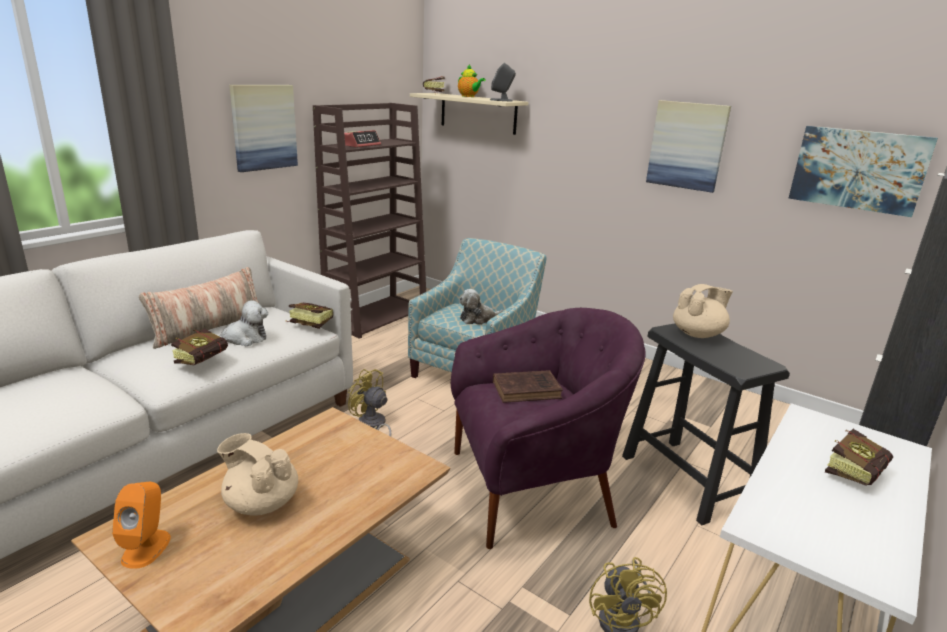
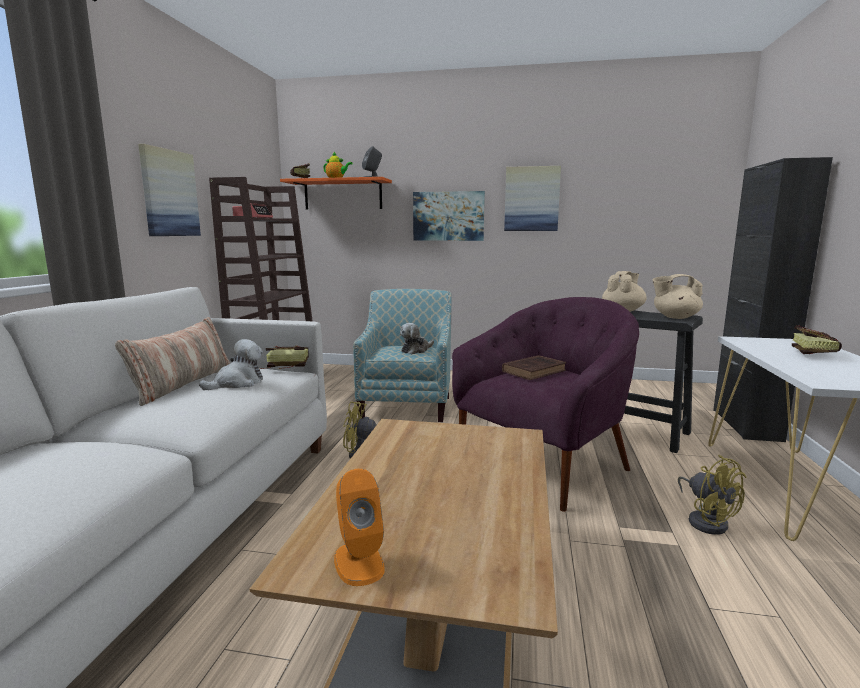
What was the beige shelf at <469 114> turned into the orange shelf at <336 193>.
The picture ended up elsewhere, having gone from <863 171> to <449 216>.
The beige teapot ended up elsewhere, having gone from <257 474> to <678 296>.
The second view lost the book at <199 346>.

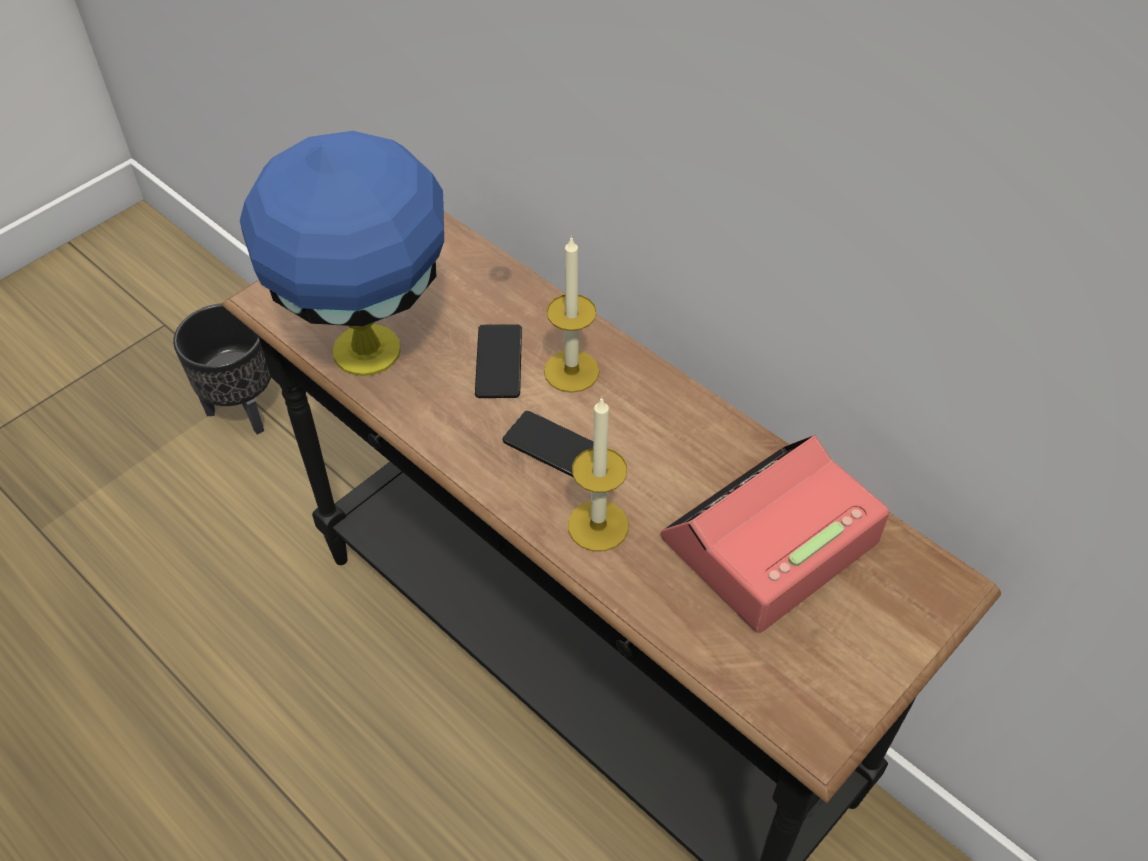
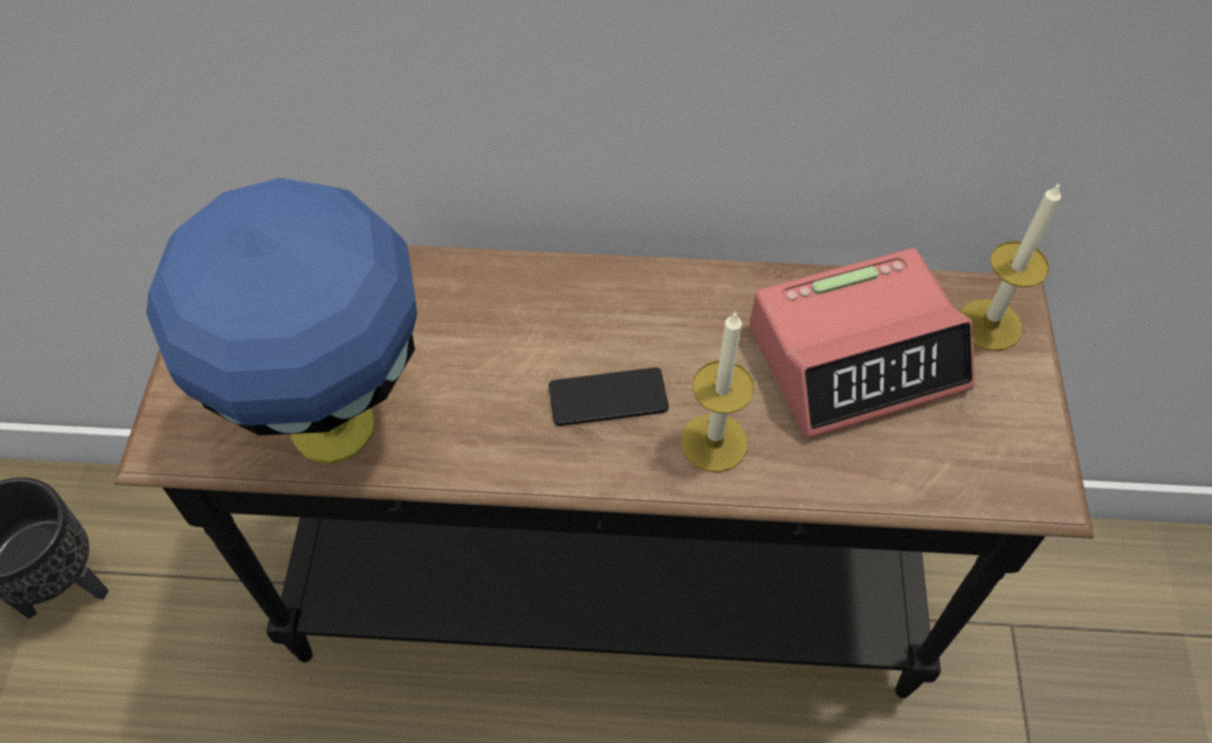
The alarm clock at <774 534> ended up facing another way, 120 degrees counterclockwise from before.
The candle ended up elsewhere, having gone from <572 314> to <1010 266>.
The second view lost the phone at <498 361>.

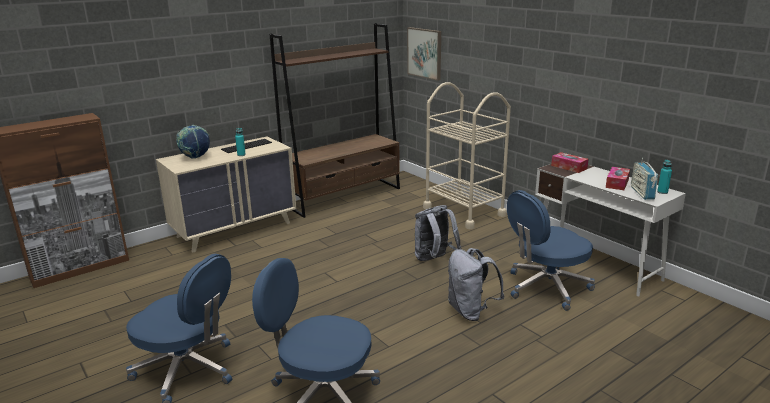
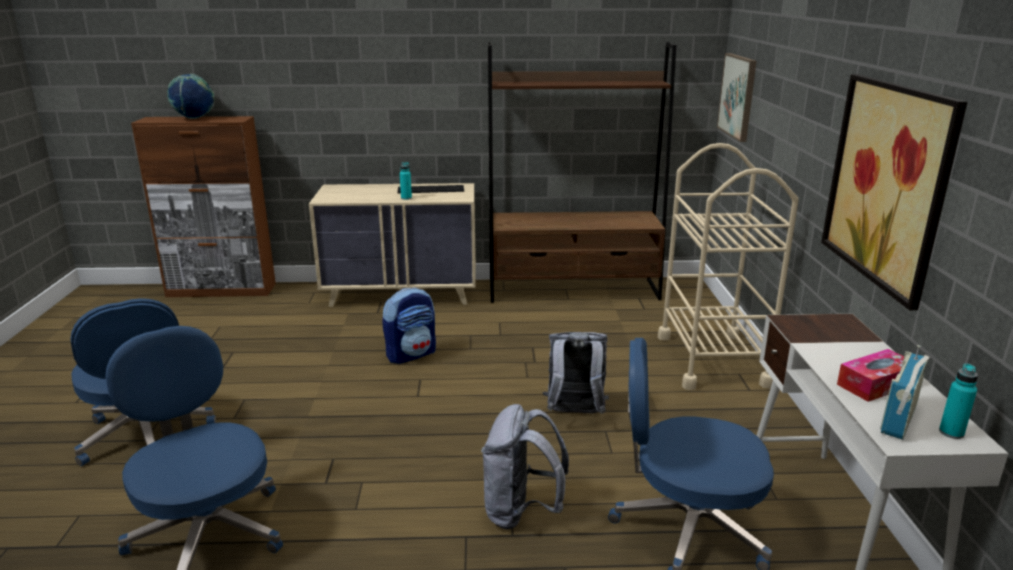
The globe ended up elsewhere, having gone from <193 142> to <191 96>.
The second view gained the backpack at <409 325>.
The second view gained the picture at <894 192>.
The second view lost the tissue box at <570 162>.

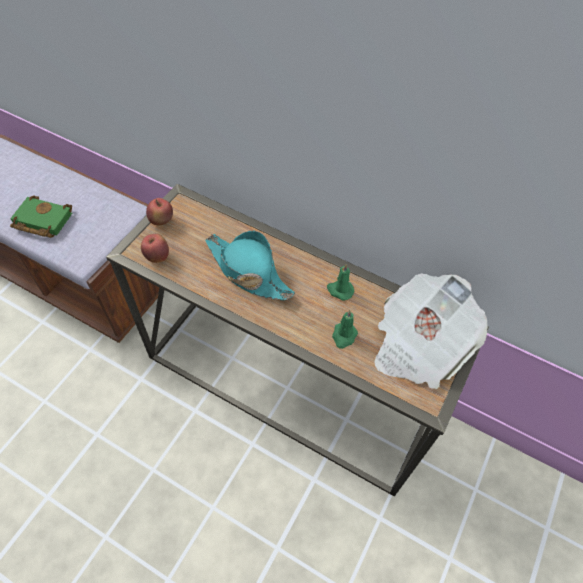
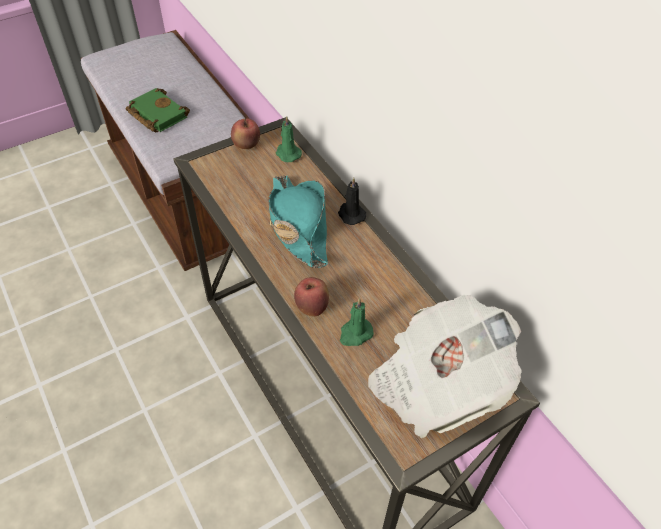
The green candle ended up elsewhere, having gone from <340 282> to <289 139>.
The apple ended up elsewhere, having gone from <155 248> to <311 296>.
The second view gained the black candle at <352 201>.

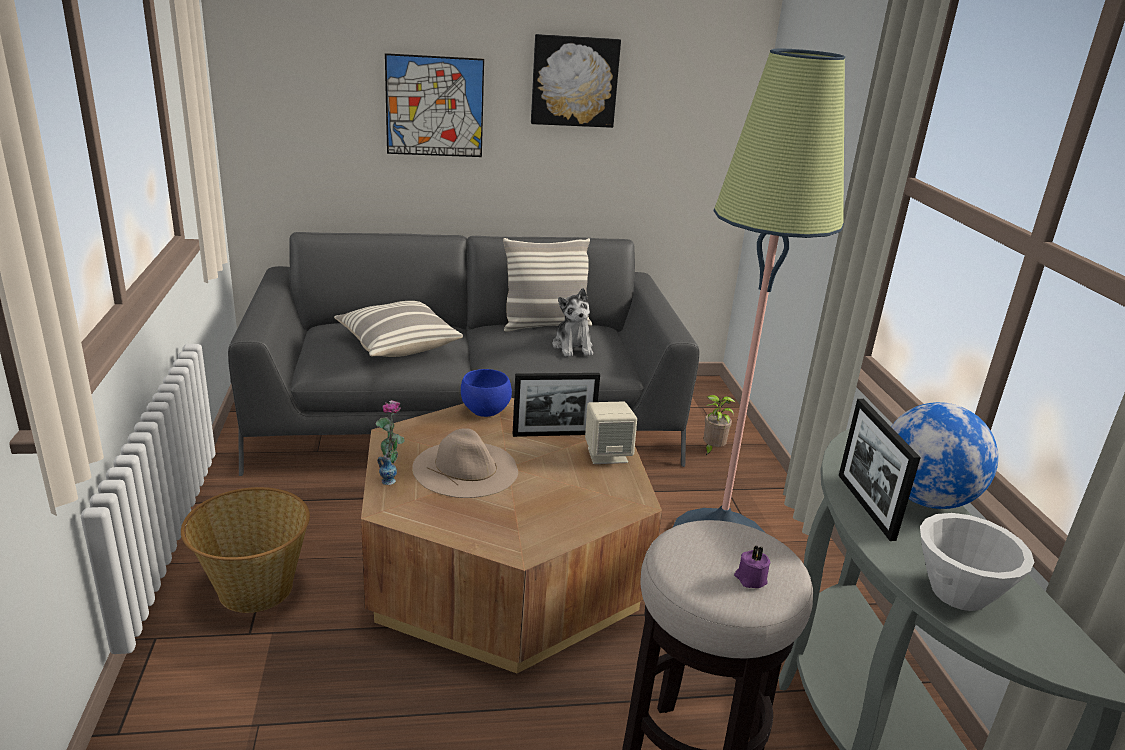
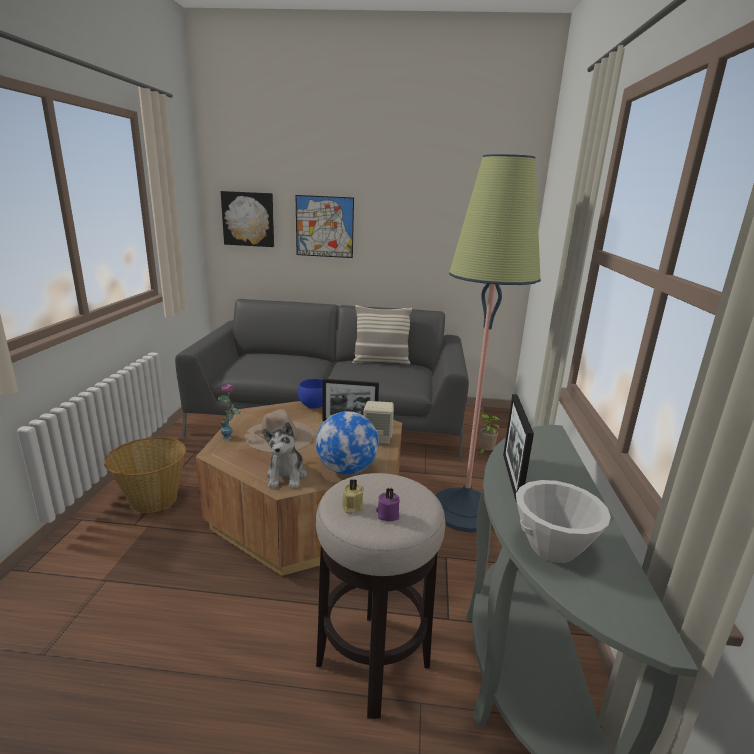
The picture ended up elsewhere, having gone from <576 81> to <247 219>.
The plush toy ended up elsewhere, having gone from <573 322> to <285 455>.
The globe ended up elsewhere, having gone from <944 455> to <347 443>.
The second view gained the beige candle at <353 496>.
The second view lost the pillow at <398 329>.

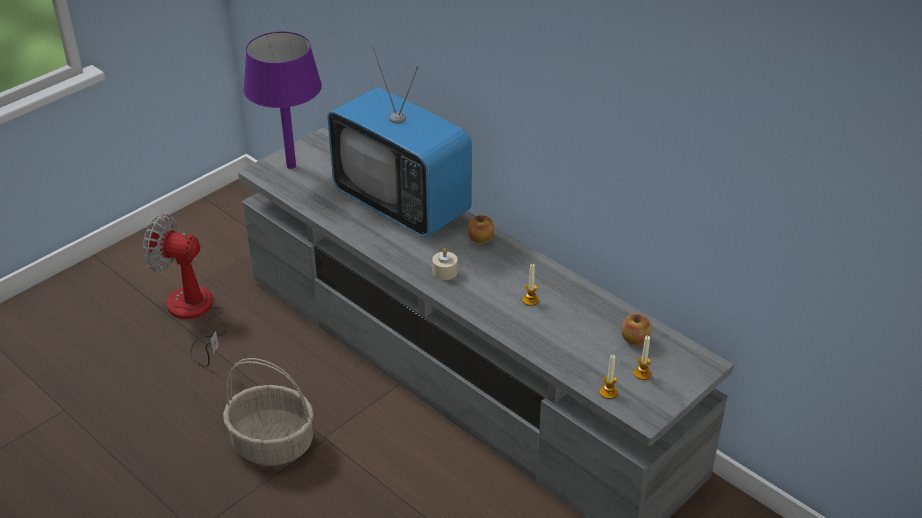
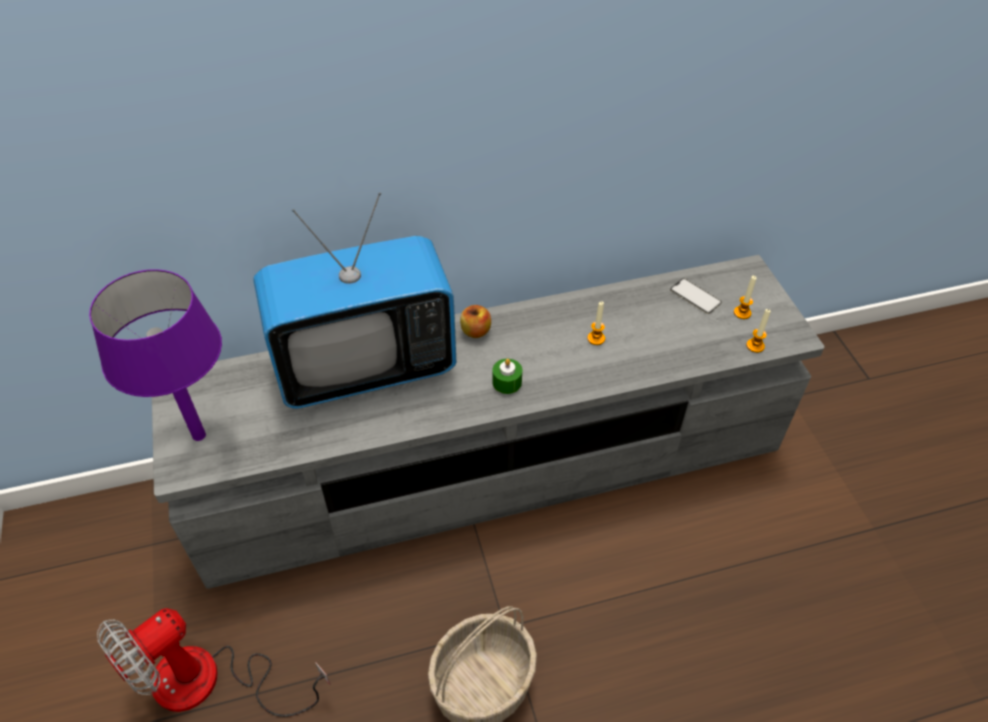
What was the beige candle at <445 264> turned into the green candle at <507 376>.
Where the apple stood at <636 330>, the phone came to stand at <696 296>.

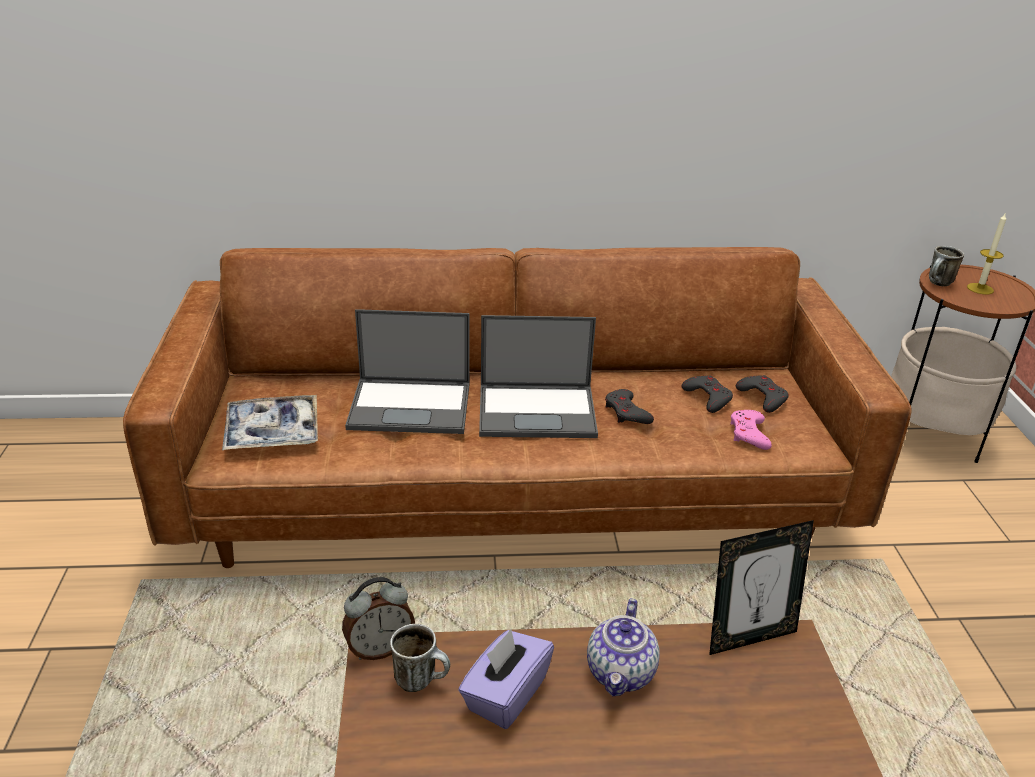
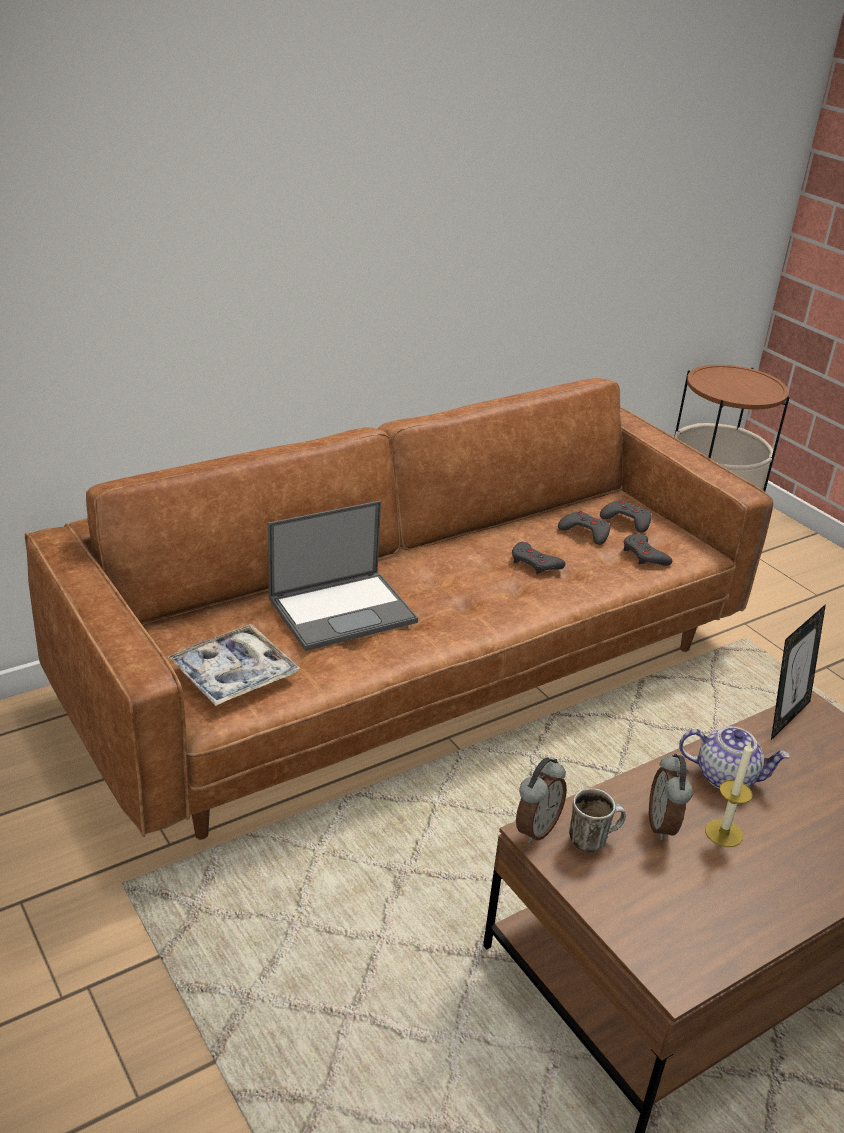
What was the pink game controller at <751 430> turned into the grey game controller at <648 549>.
Where the purple tissue box stood at <506 679>, the alarm clock came to stand at <671 797>.
The teapot at <623 647> ended up facing another way, 60 degrees counterclockwise from before.
The candle ended up elsewhere, having gone from <986 253> to <729 794>.
The second view lost the laptop at <538 376>.
The second view lost the mug at <946 266>.

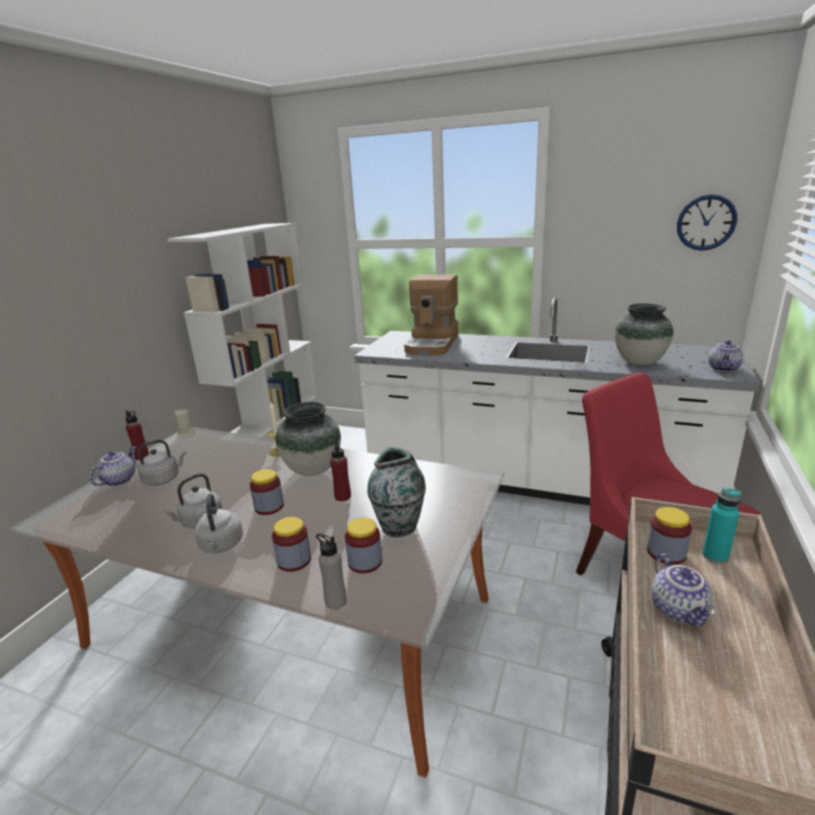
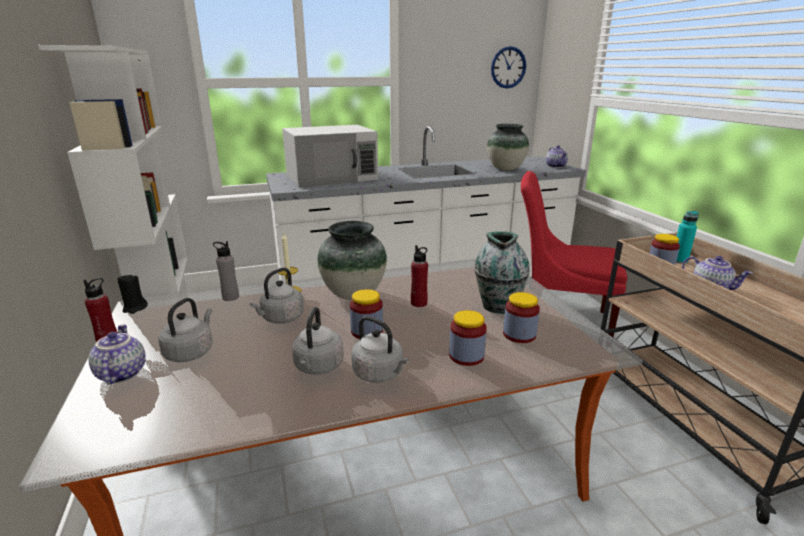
What was the beige candle at <184 424> turned into the black candle at <132 294>.
The grey bottle ended up elsewhere, having gone from <331 571> to <226 271>.
The second view gained the grey kettle at <277 296>.
Where the coffee machine stood at <431 315>, the white microwave came to stand at <330 156>.

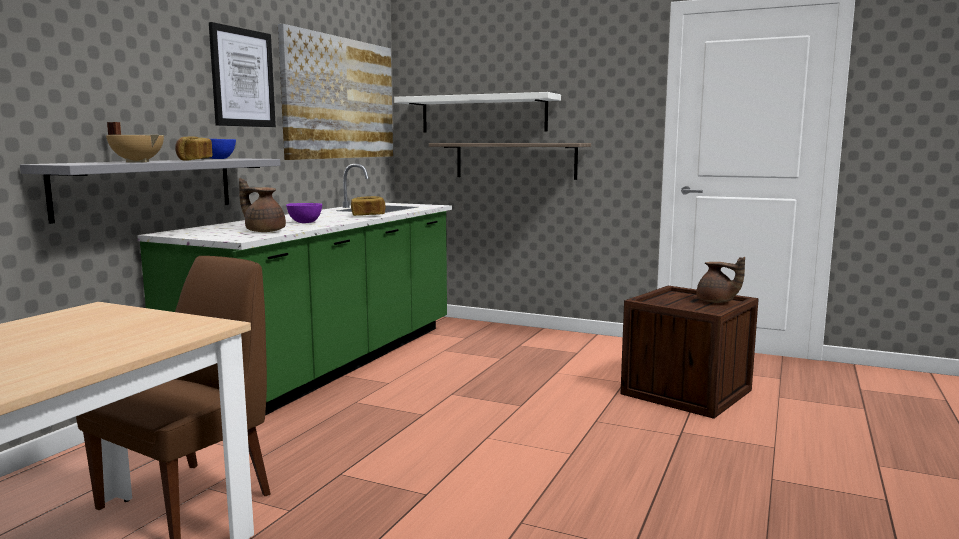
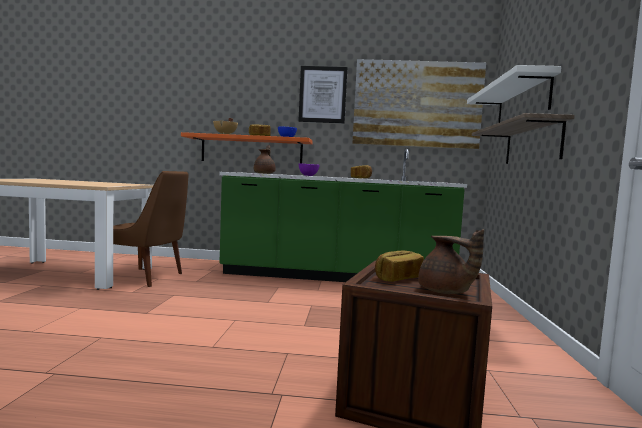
What was the grey shelf at <150 191> turned into the orange shelf at <247 148>.
The second view gained the bread at <399 266>.
The brown teapot at <720 280> ended up facing another way, 60 degrees counterclockwise from before.

